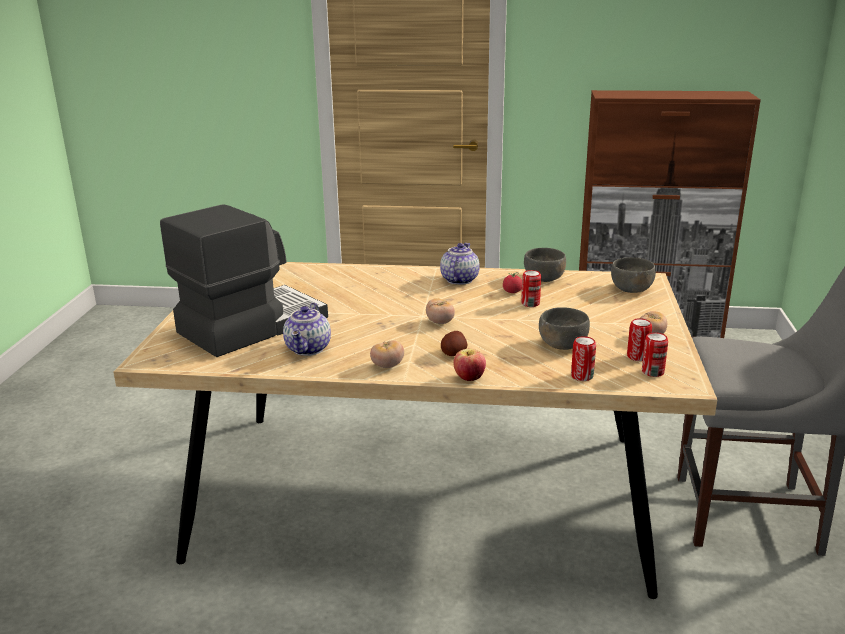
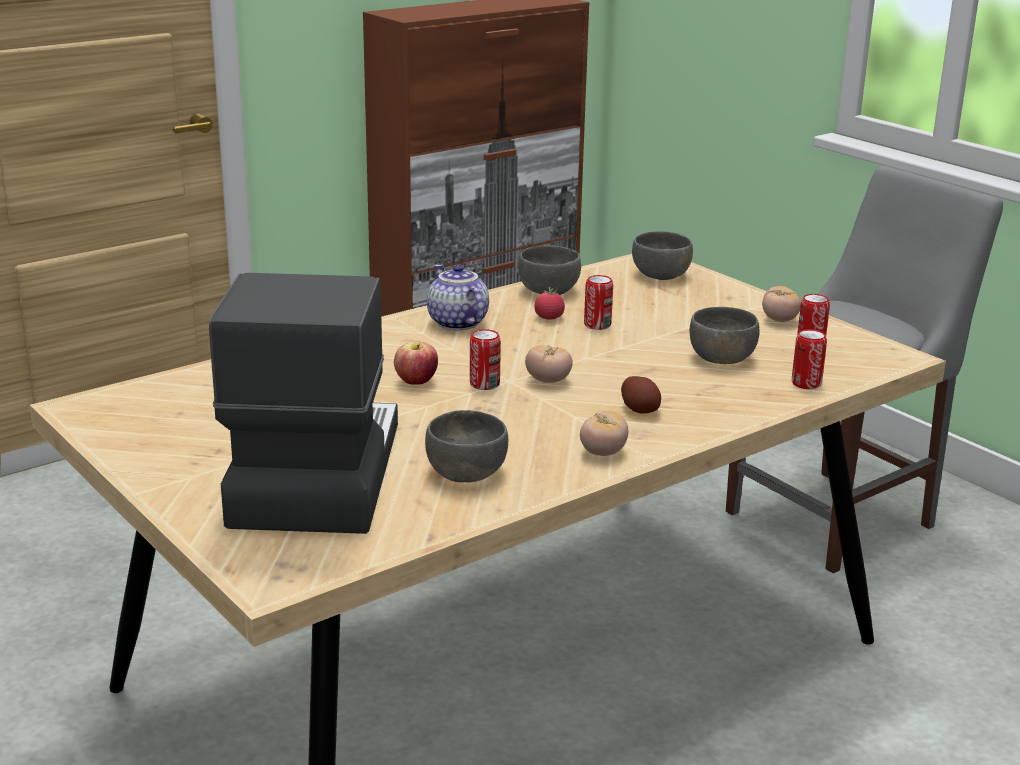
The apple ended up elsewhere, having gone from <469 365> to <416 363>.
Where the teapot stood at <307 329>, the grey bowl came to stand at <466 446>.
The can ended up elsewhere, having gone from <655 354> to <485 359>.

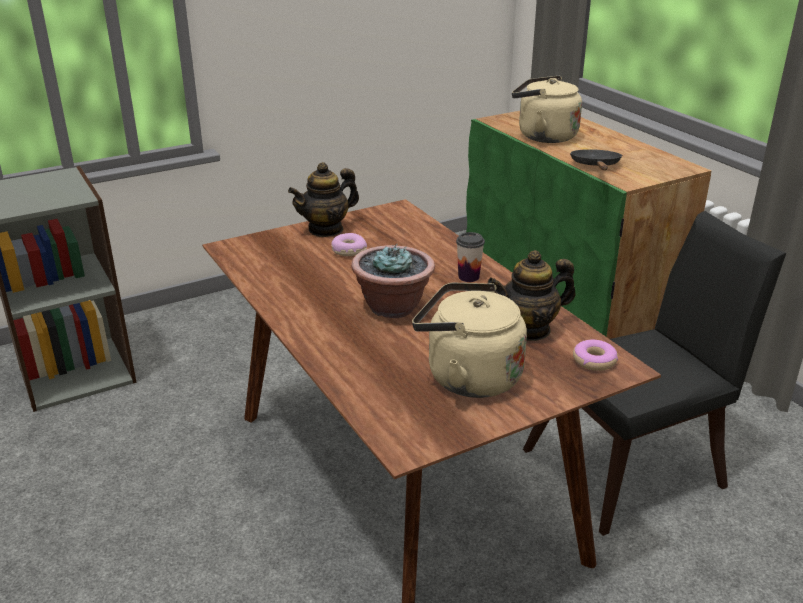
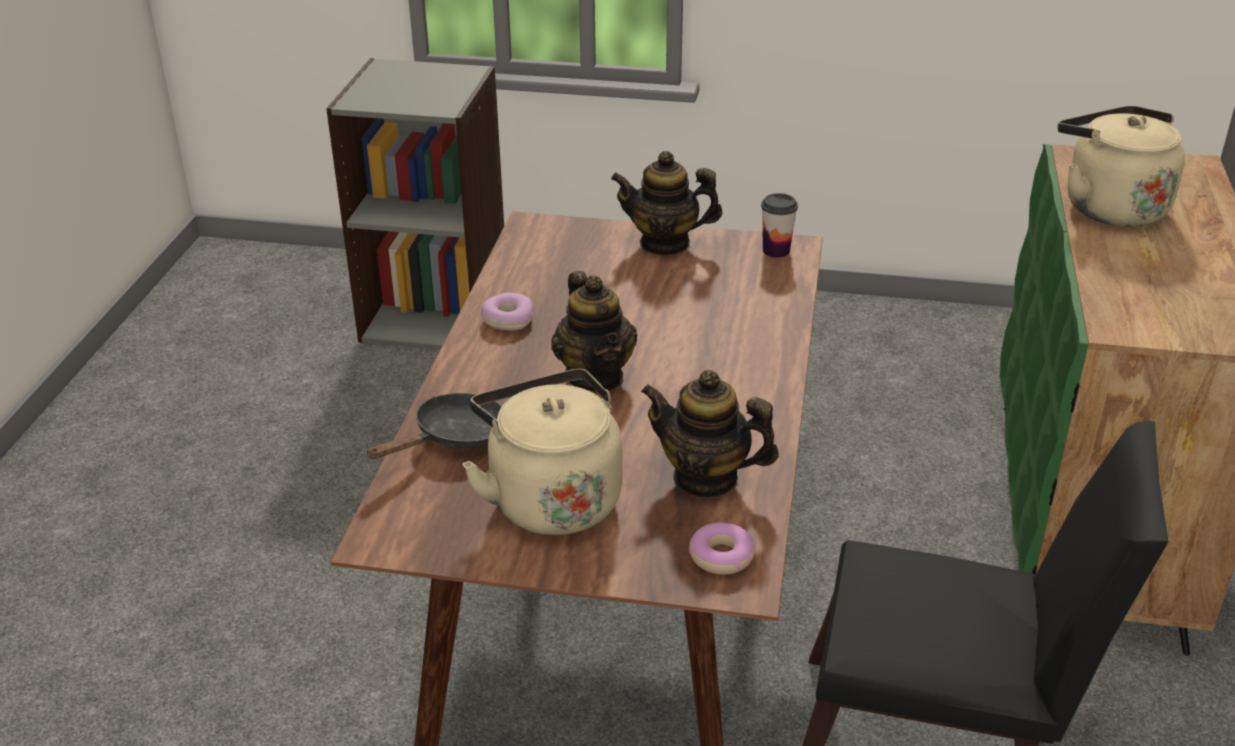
The black frying pan ended up elsewhere, having gone from <596 159> to <433 426>.
The donut ended up elsewhere, having gone from <349 244> to <507 312>.
Where the potted plant stood at <393 281>, the teapot came to stand at <594 331>.
The cup ended up elsewhere, having gone from <470 257> to <779 225>.

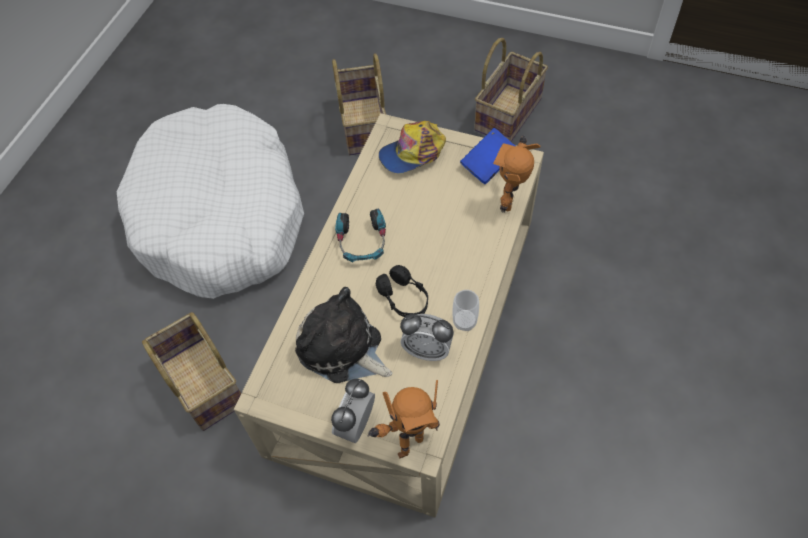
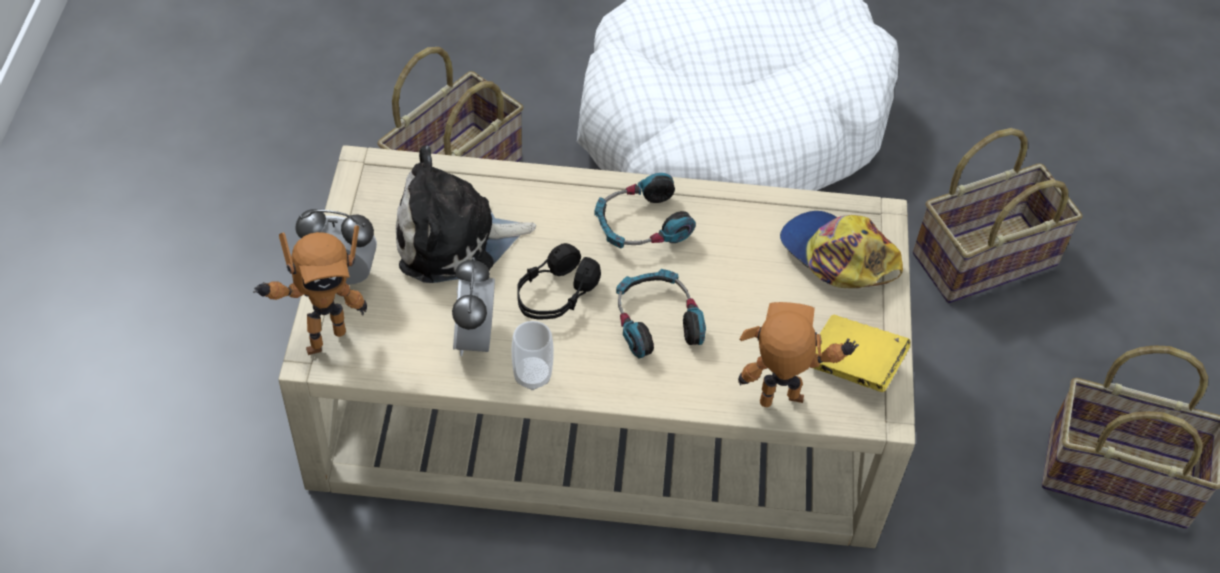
The toy robot at <403 419> ended up facing another way, 75 degrees counterclockwise from before.
The plush toy at <343 335> ended up facing another way, 120 degrees counterclockwise from before.
The second view gained the headphones at <661 314>.
What was the blue book at <487 156> turned into the yellow book at <861 353>.

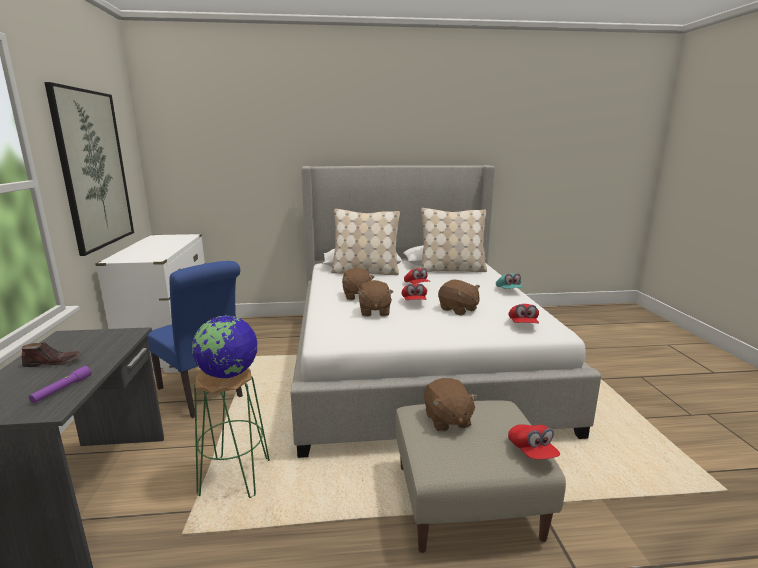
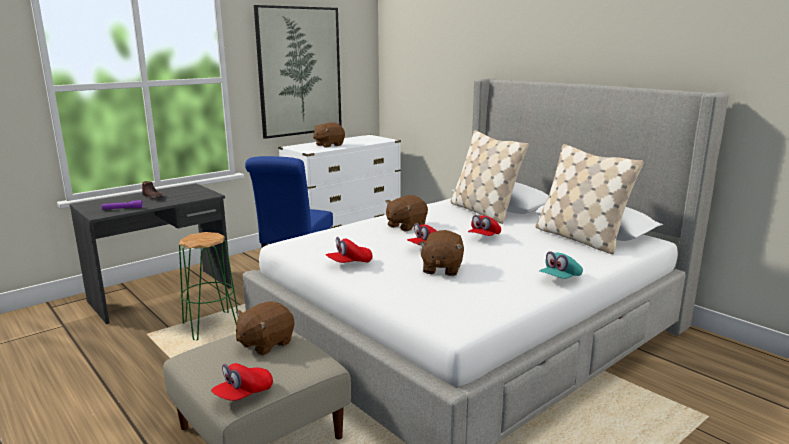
The brown plush toy ended up elsewhere, having gone from <375 298> to <329 135>.
The red cap ended up elsewhere, having gone from <523 313> to <349 250>.
The second view lost the globe at <224 346>.

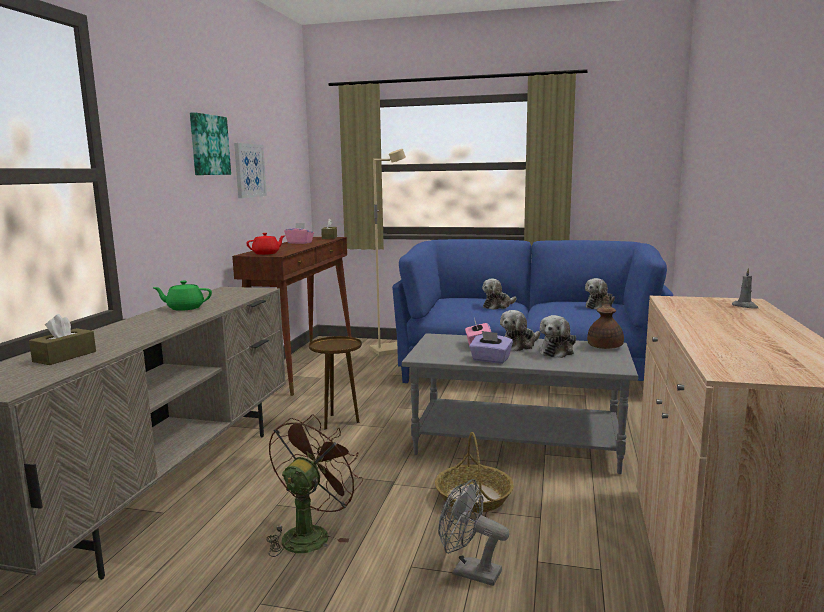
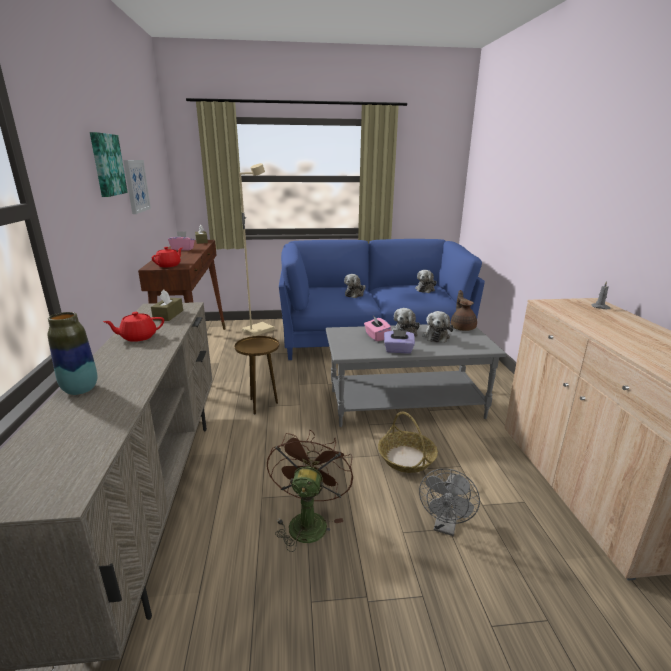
The second view gained the vase at <73 353>.
What was the green teapot at <182 296> turned into the red teapot at <133 327>.
The brown tissue box ended up elsewhere, having gone from <62 339> to <167 305>.
The grey fan at <473 532> ended up facing another way, 75 degrees counterclockwise from before.

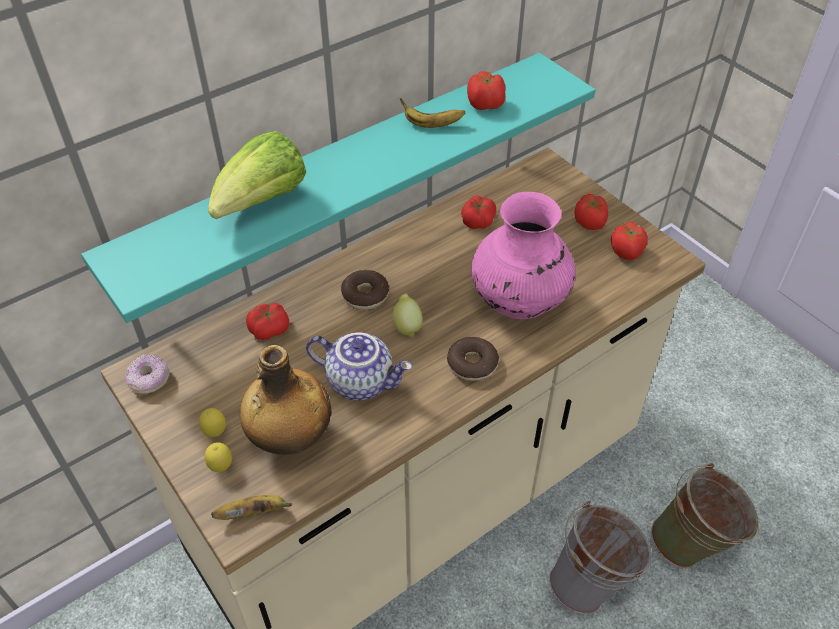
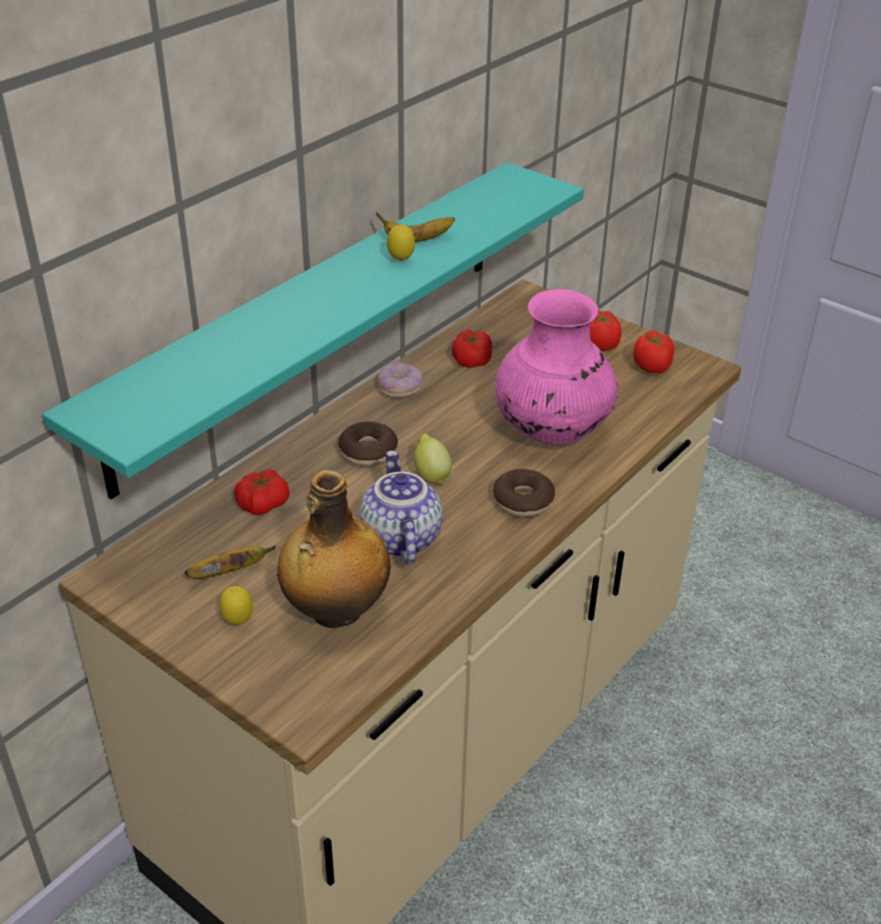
The banana ended up elsewhere, having gone from <251 507> to <230 562>.
The teapot at <359 366> ended up facing another way, 105 degrees counterclockwise from before.
The donut ended up elsewhere, having gone from <147 374> to <400 379>.
The lemon ended up elsewhere, having gone from <218 457> to <401 242>.
The second view lost the lettuce at <257 175>.
The second view lost the tomato at <486 90>.
The second view lost the grey bucket at <600 557>.
The second view lost the green bucket at <704 515>.

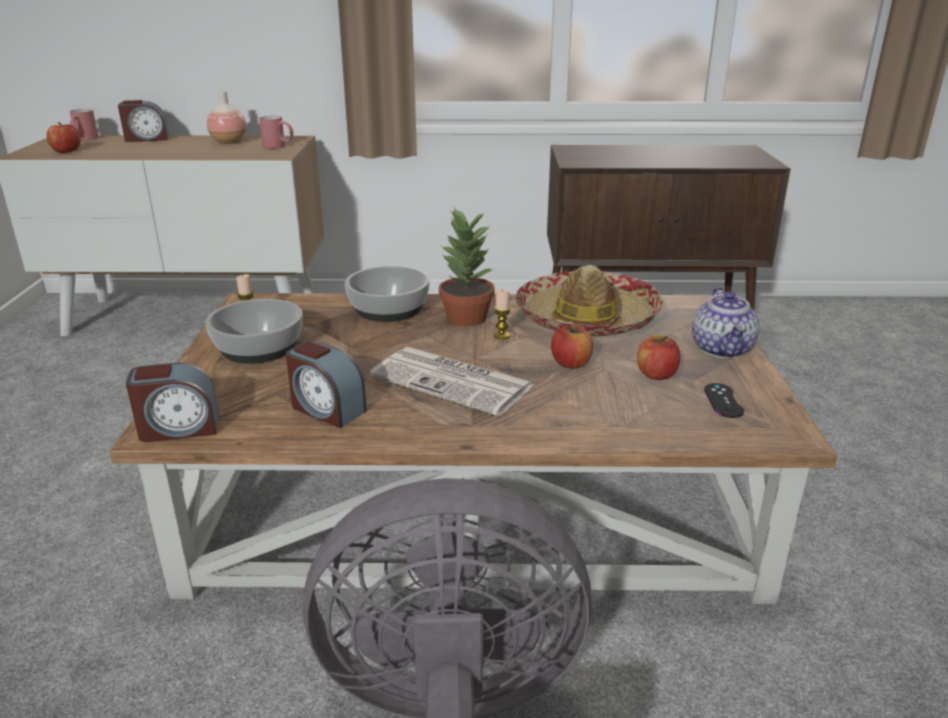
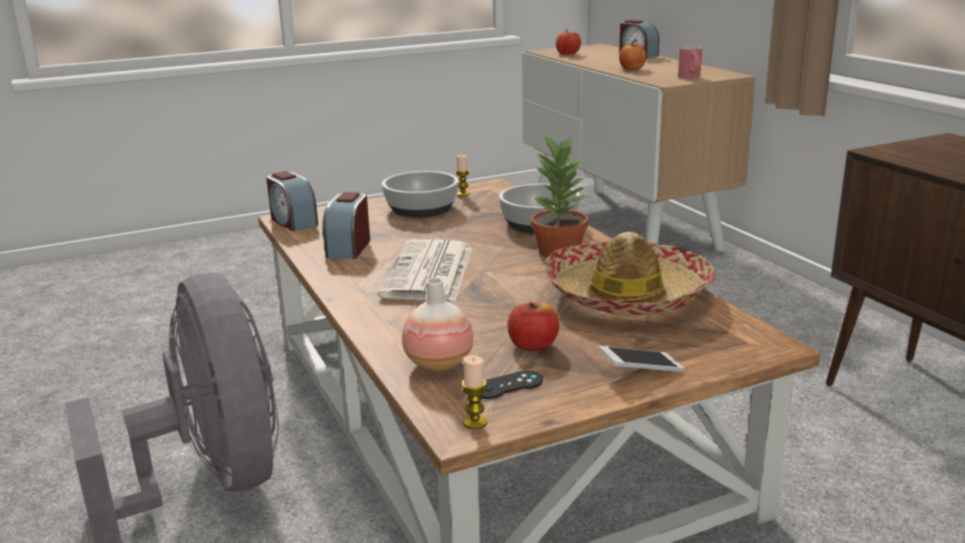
The vase ended up elsewhere, having gone from <227 117> to <437 325>.
The candle ended up elsewhere, having gone from <502 314> to <474 392>.
Where the teapot stood at <725 322>, the phone came to stand at <641 359>.
The apple ended up elsewhere, having gone from <572 346> to <632 55>.
The second view lost the red mug at <84 124>.

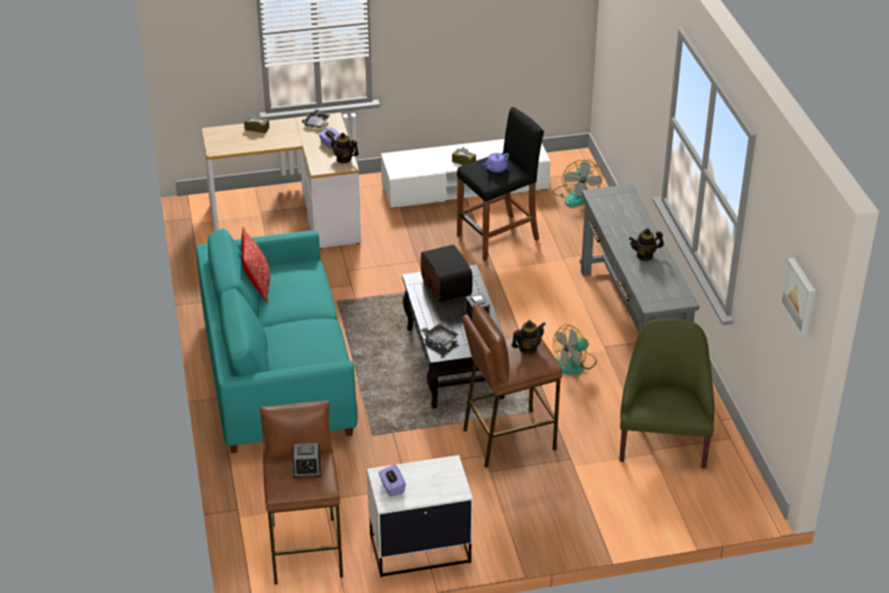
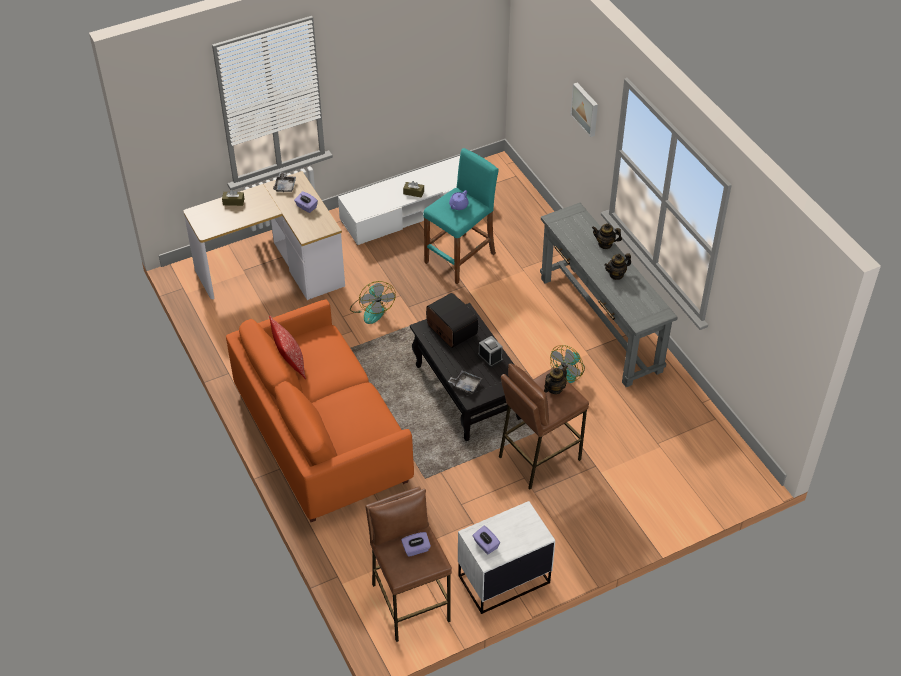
What was the turquoise sofa at <277 341> turned into the orange sofa at <320 411>.
The fan ended up elsewhere, having gone from <577 183> to <373 302>.
Where the alarm clock stood at <307 460>, the purple tissue box came to stand at <416 544>.
What was the black stool at <500 184> turned into the turquoise stool at <460 216>.
The picture ended up elsewhere, having gone from <798 297> to <584 110>.
The teapot ended up elsewhere, having gone from <344 148> to <607 236>.
The second view lost the green armchair at <666 393>.

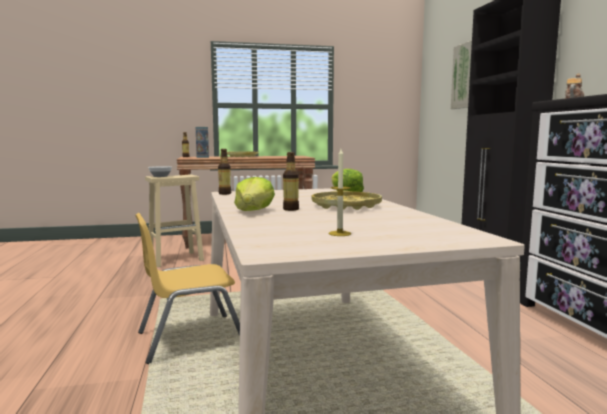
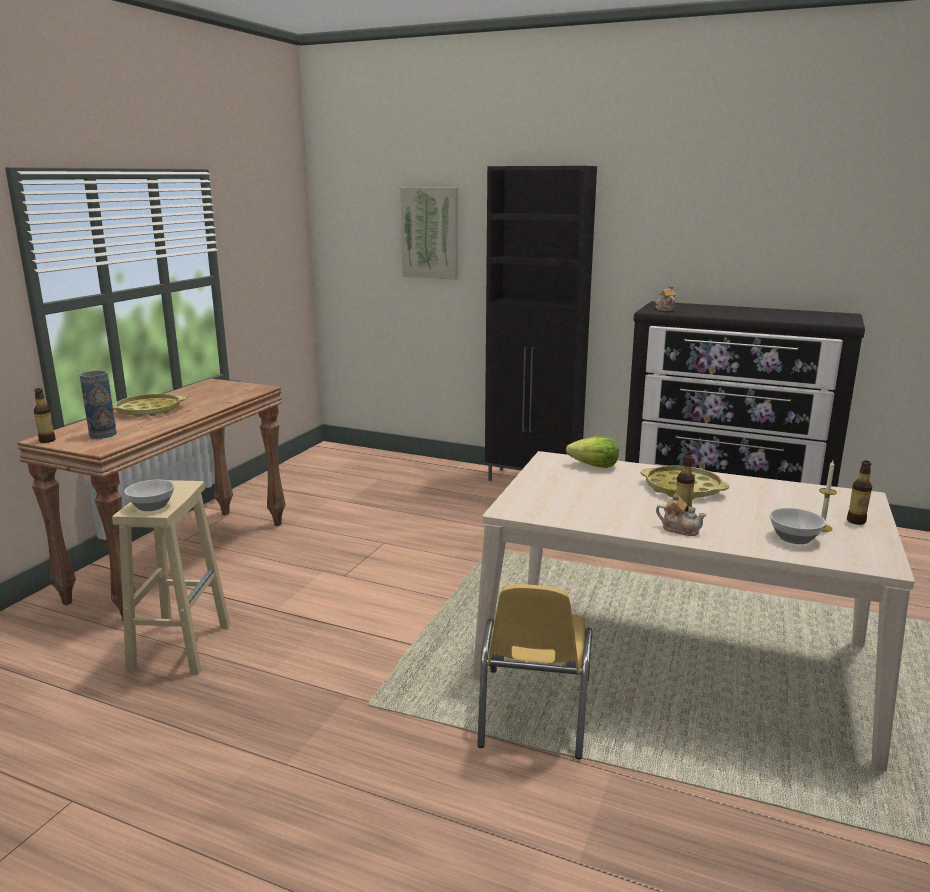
Where the lettuce stood at <254 194>, the teapot came to stand at <681 514>.
The second view gained the bowl at <798 526>.
The bottle ended up elsewhere, having gone from <224 172> to <859 493>.

